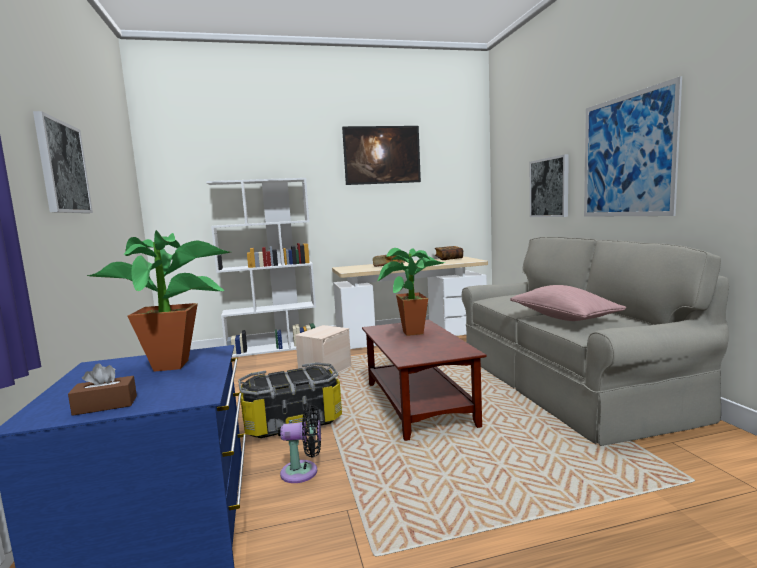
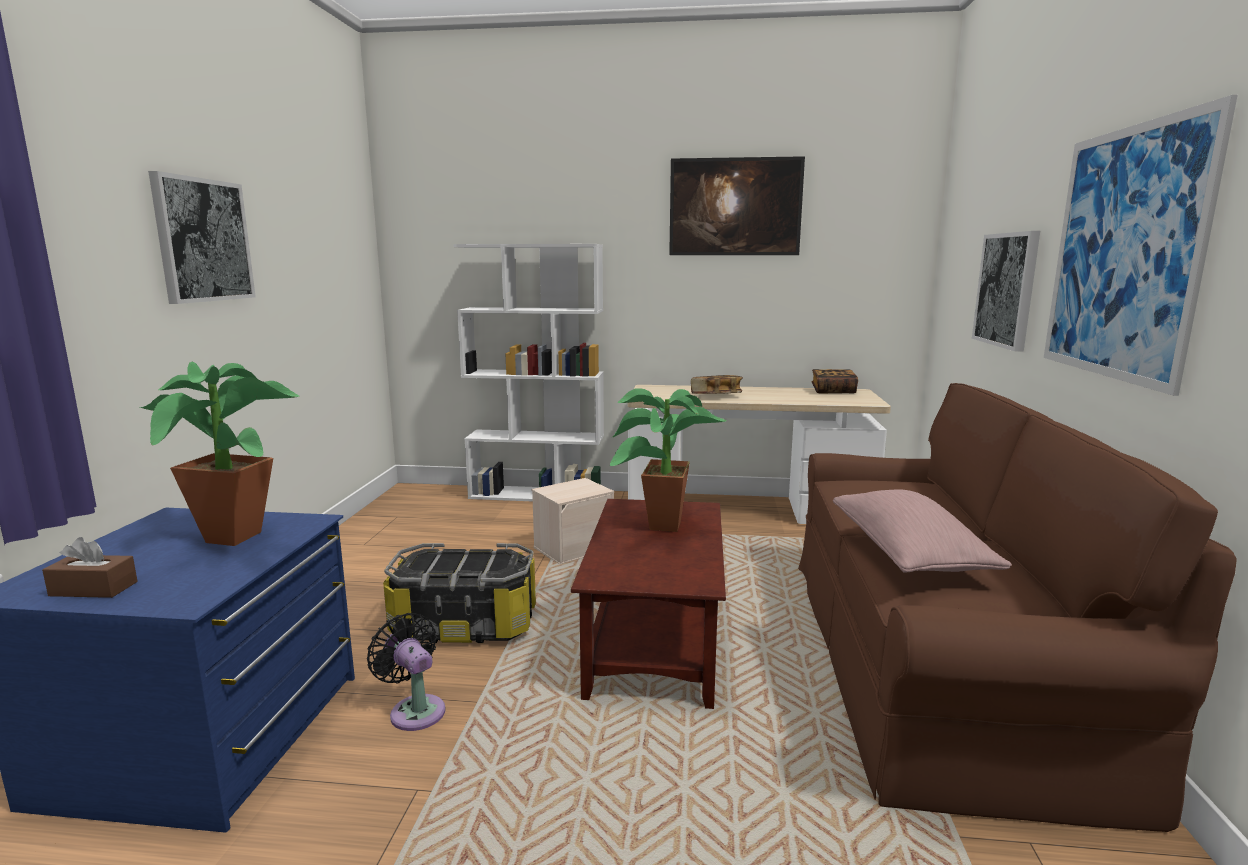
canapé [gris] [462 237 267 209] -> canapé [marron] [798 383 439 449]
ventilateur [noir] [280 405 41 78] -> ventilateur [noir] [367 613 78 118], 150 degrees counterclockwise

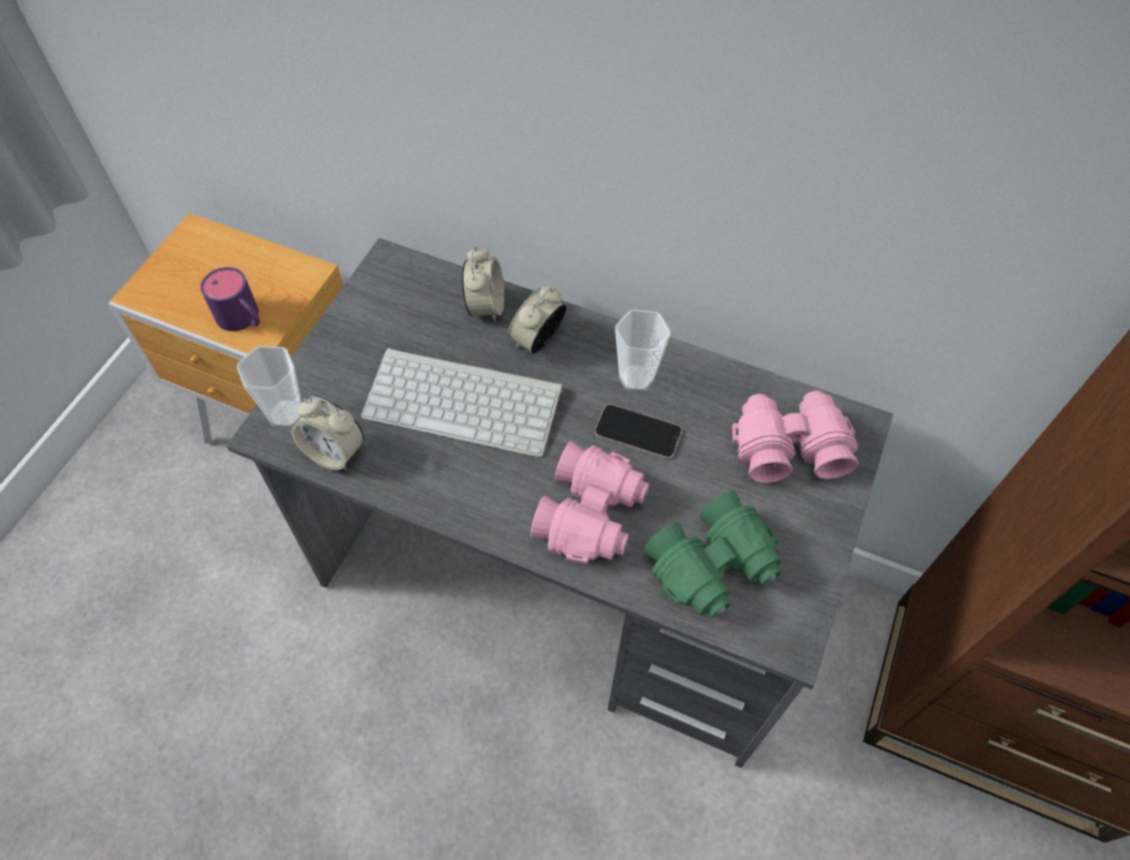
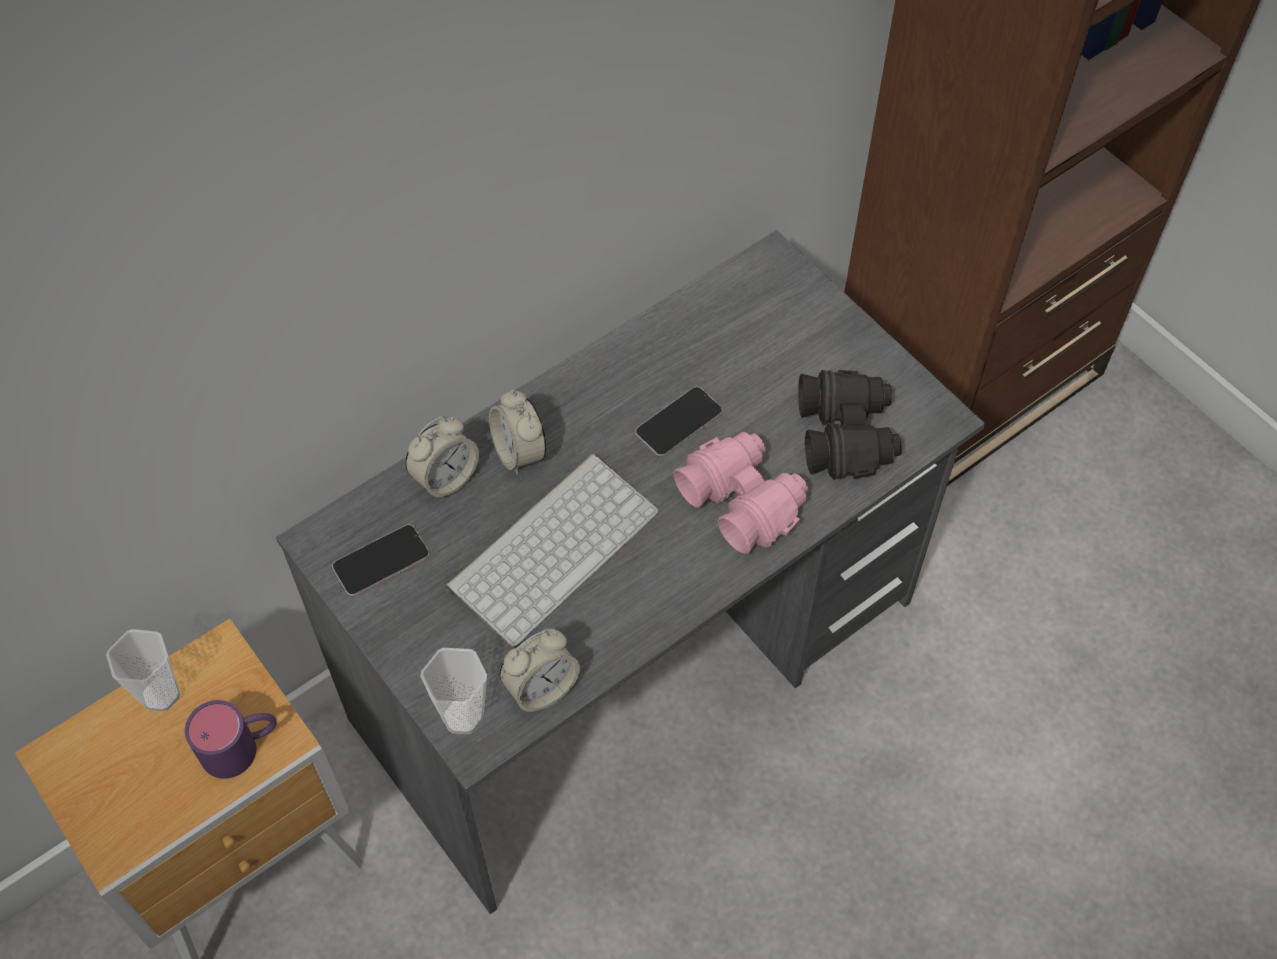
jumelles [rose] [732 391 127 92] -> none
none -> téléphone [332 524 97 72]
tasse [615 309 56 83] -> tasse [106 629 75 83], moved
jumelles [vert] [644 491 138 127] -> jumelles [noir] [798 370 104 110]
réveil [462 246 42 77] -> réveil [405 416 74 84], 105 degrees clockwise

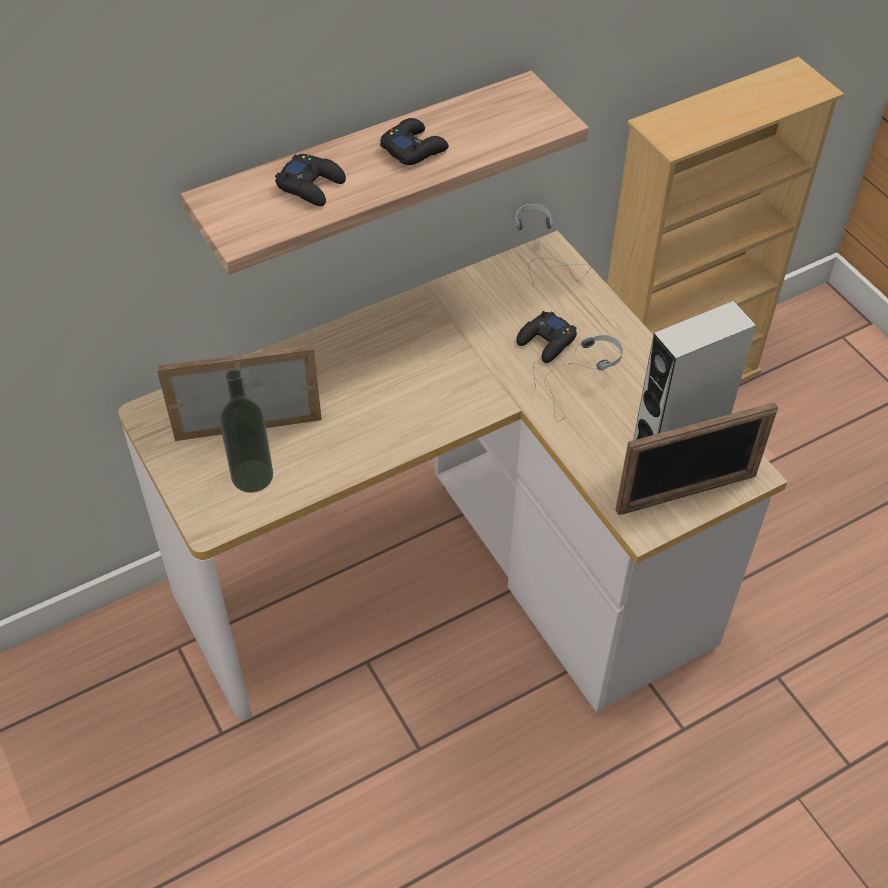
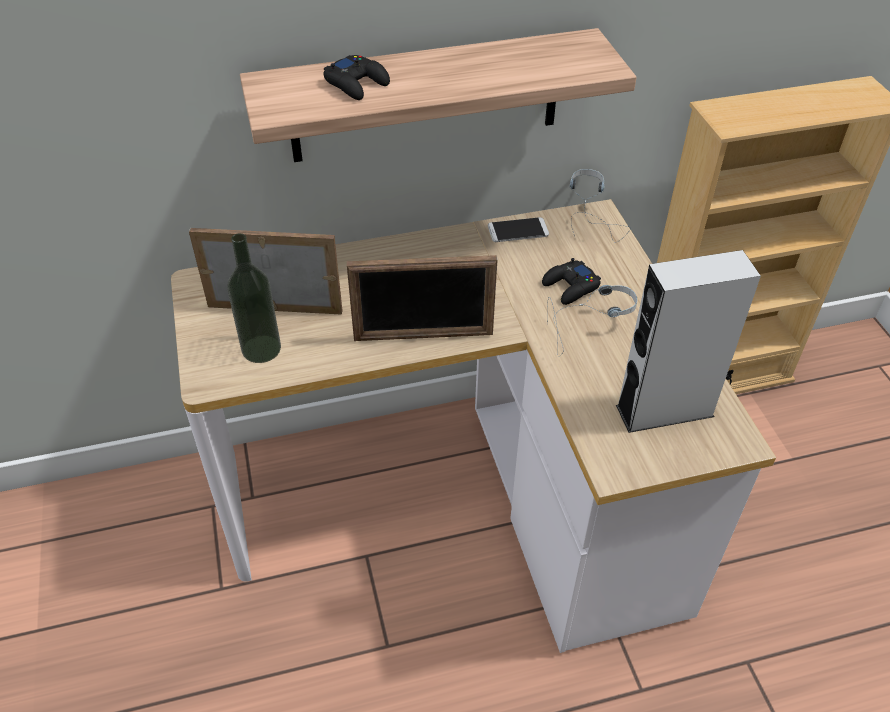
manette [noir] [380 118 69 47] -> none
none -> téléphone [488 217 61 25]
cadre photo [615 402 163 113] -> cadre photo [347 255 151 86], moved

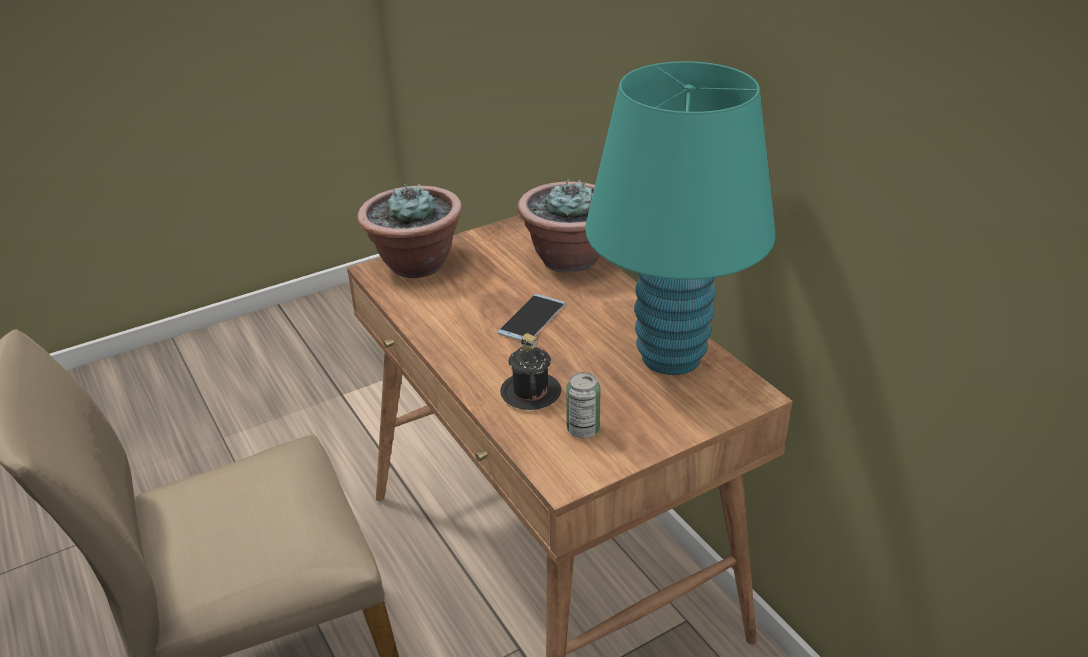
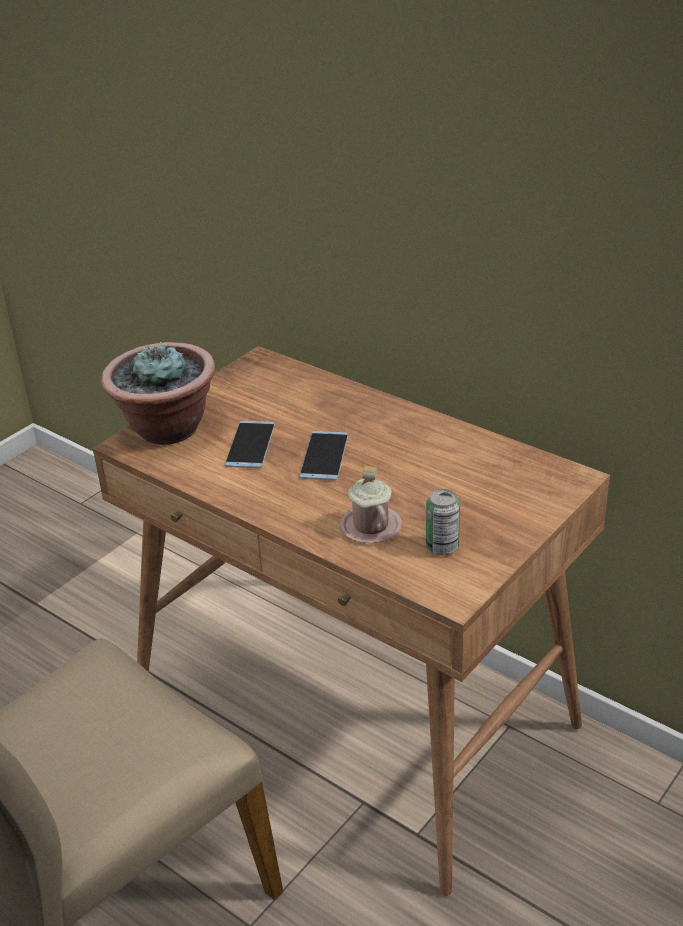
plante en pot [518 179 83 94] -> none
lampe de table [turquoise] [585 61 191 314] -> none
none -> téléphone [225 421 50 47]
mug [noir] [500 333 61 77] -> mug [rose] [339 466 63 77]

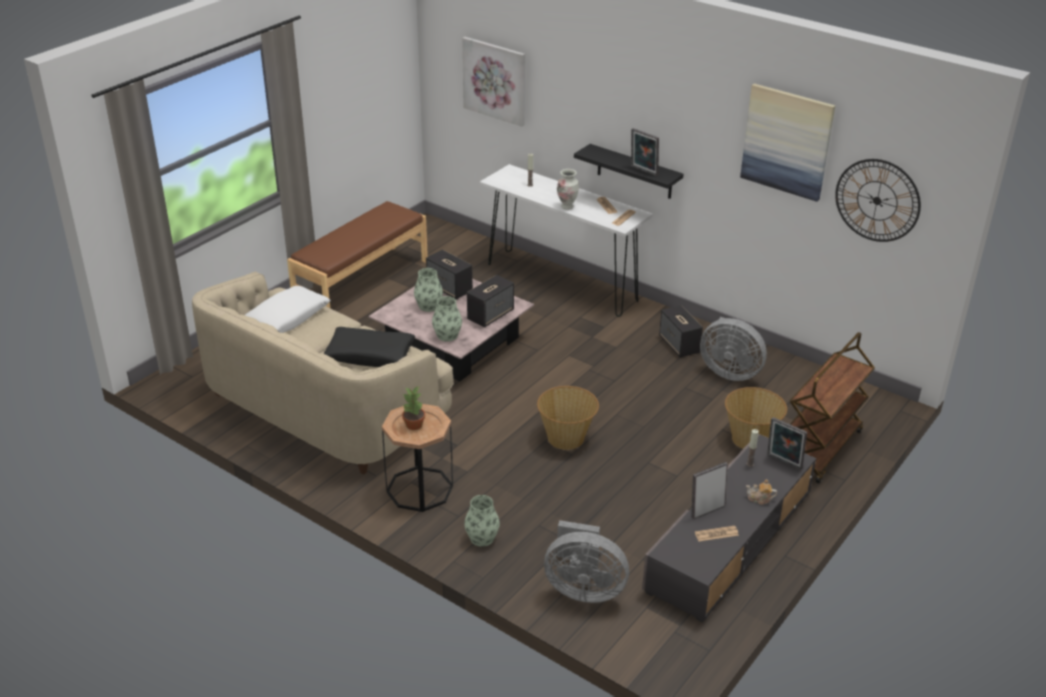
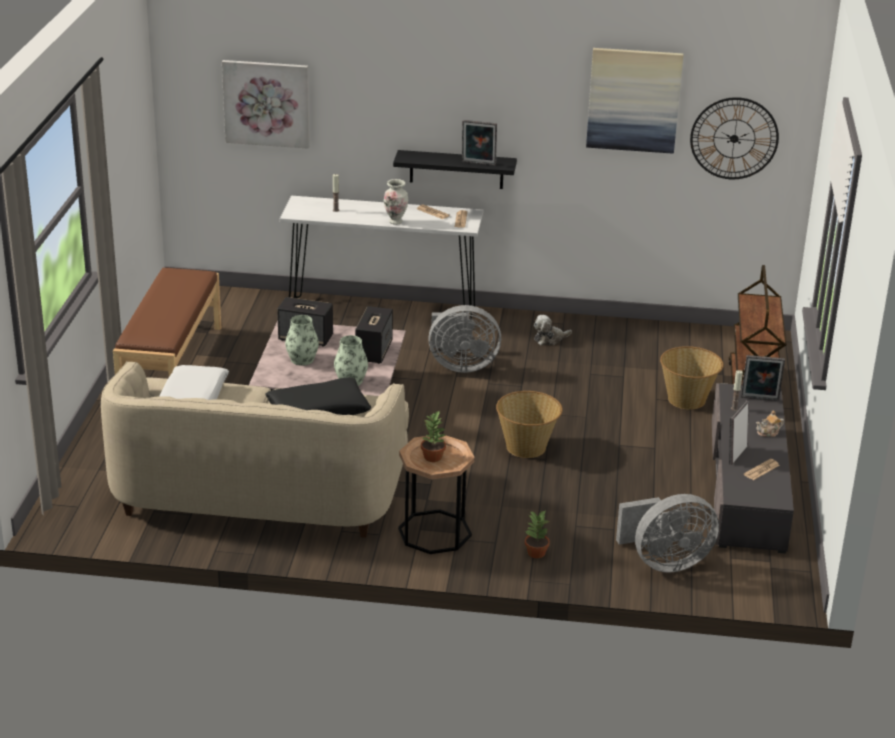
ventilateur [gris] [700 317 67 64] -> ventilateur [gris] [428 305 73 68], moved
vase [464 495 36 52] -> plante en pot [525 511 25 47]
enceinte [659 305 44 53] -> peluche [534 315 38 30]

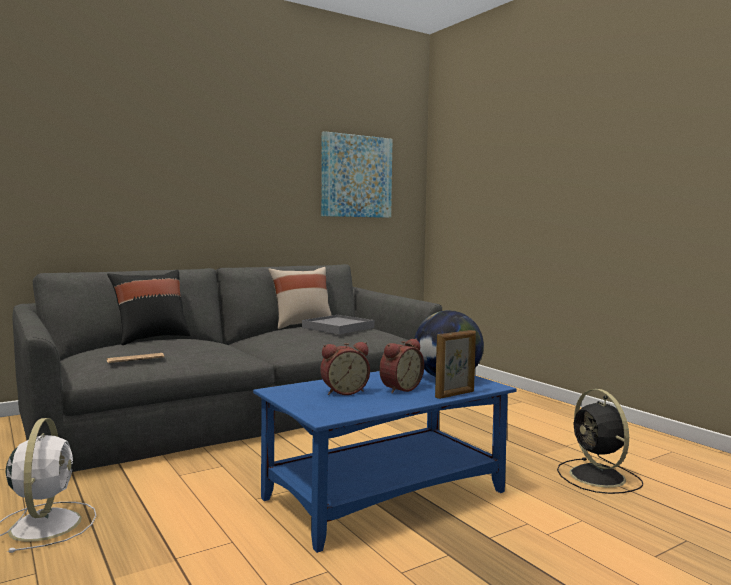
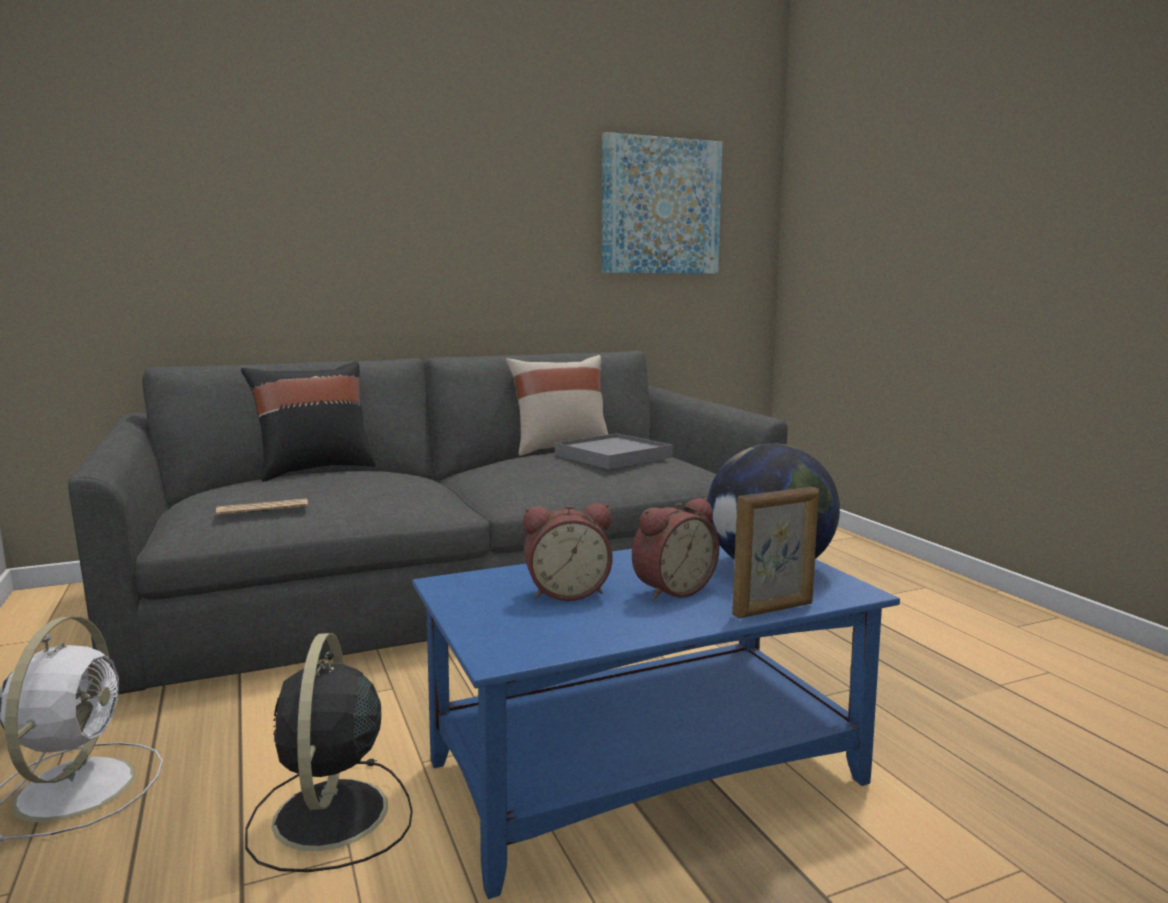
ventilateur [noir] [557 389 86 105] -> ventilateur [noir] [245 633 168 239], moved

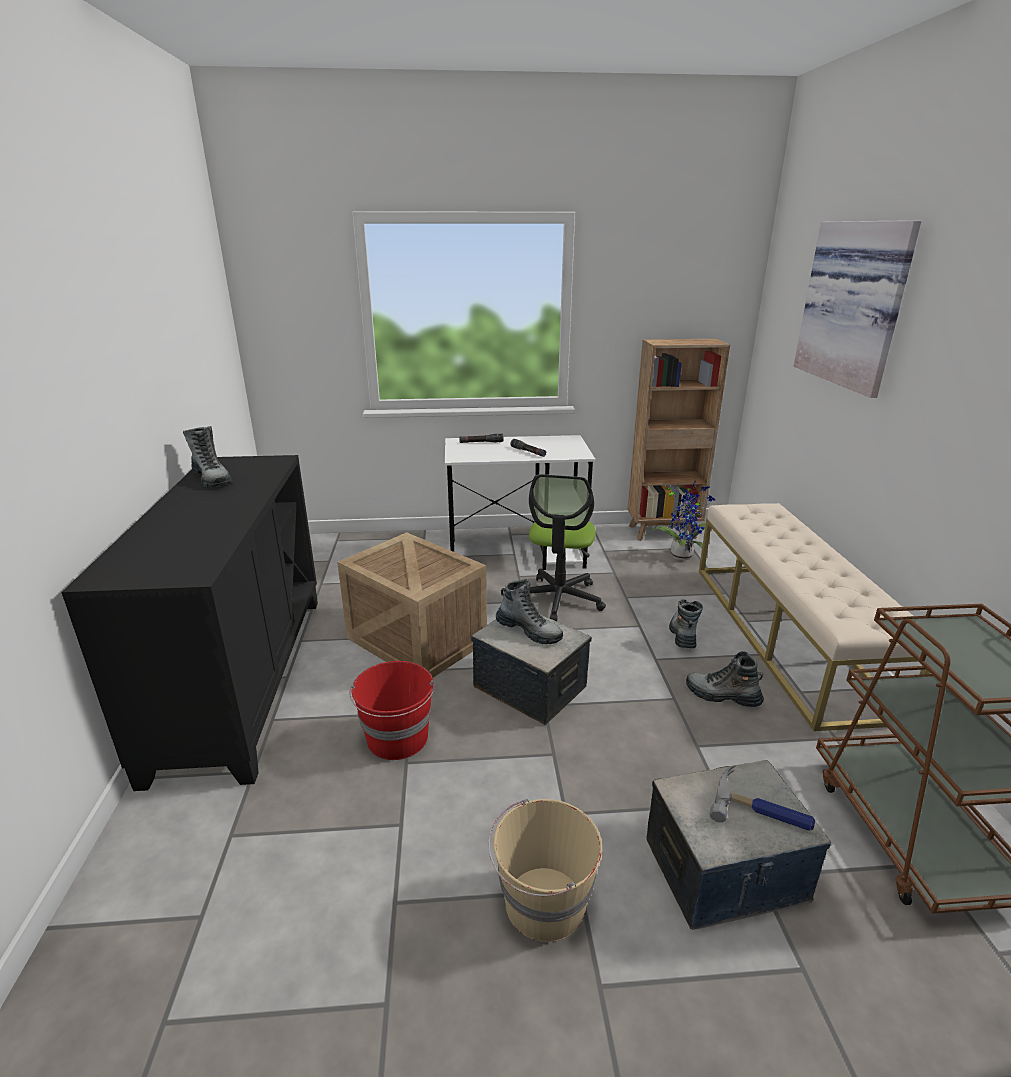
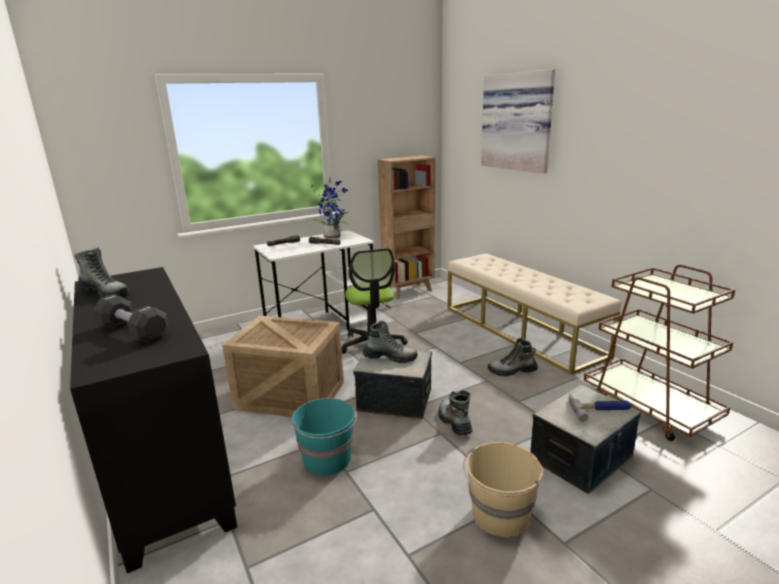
none -> haltère [noir] [93 294 76 49]
plante en pot [651 481 64 79] -> plante en pot [307 178 43 61], moved
botte [669 599 34 49] -> botte [438 390 34 45], moved
seau [rouge] [349 661 85 99] -> seau [turquoise] [291 398 66 78]

